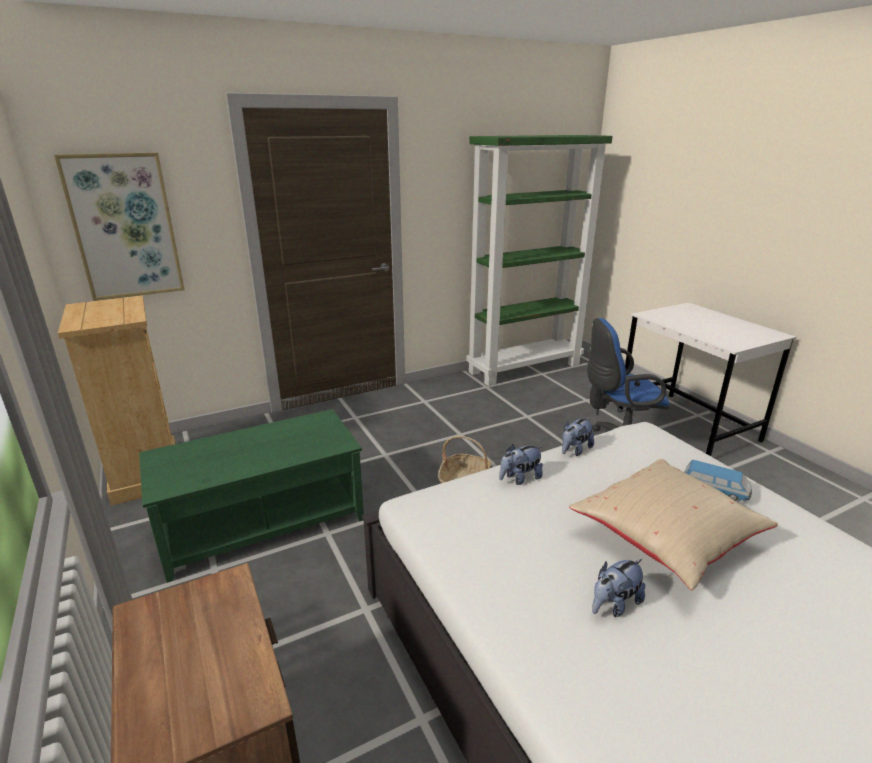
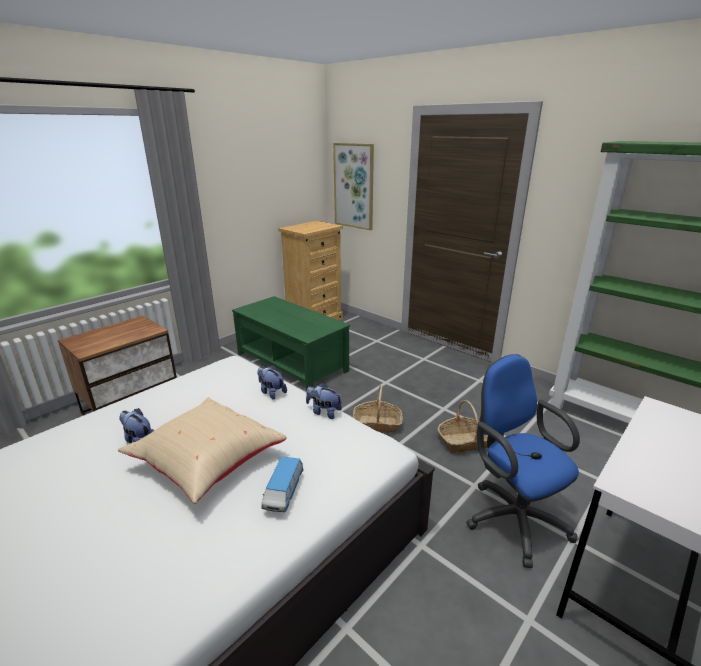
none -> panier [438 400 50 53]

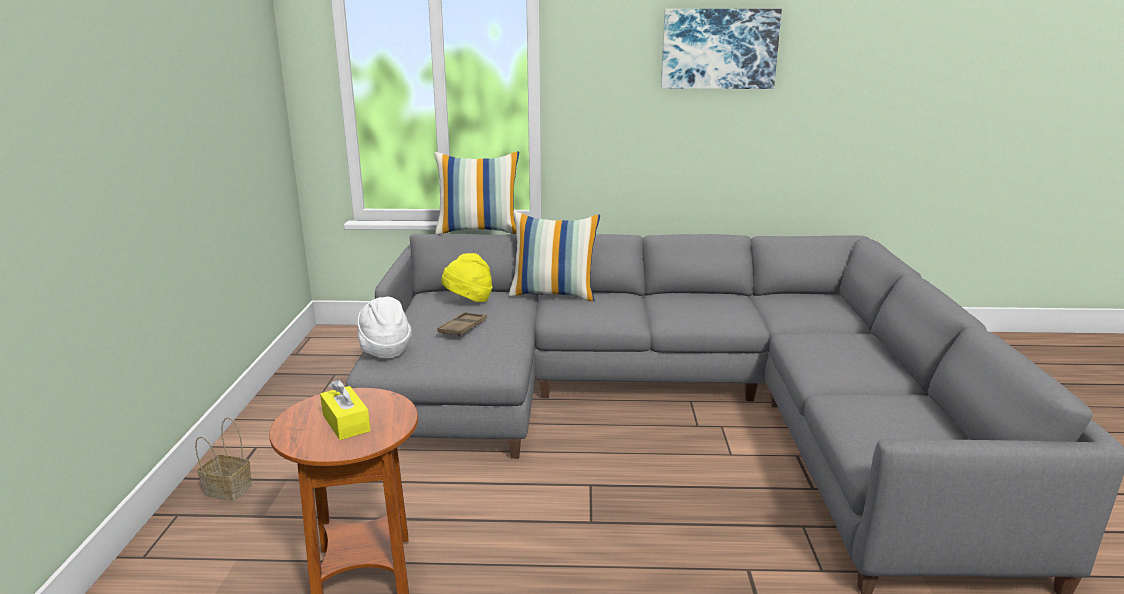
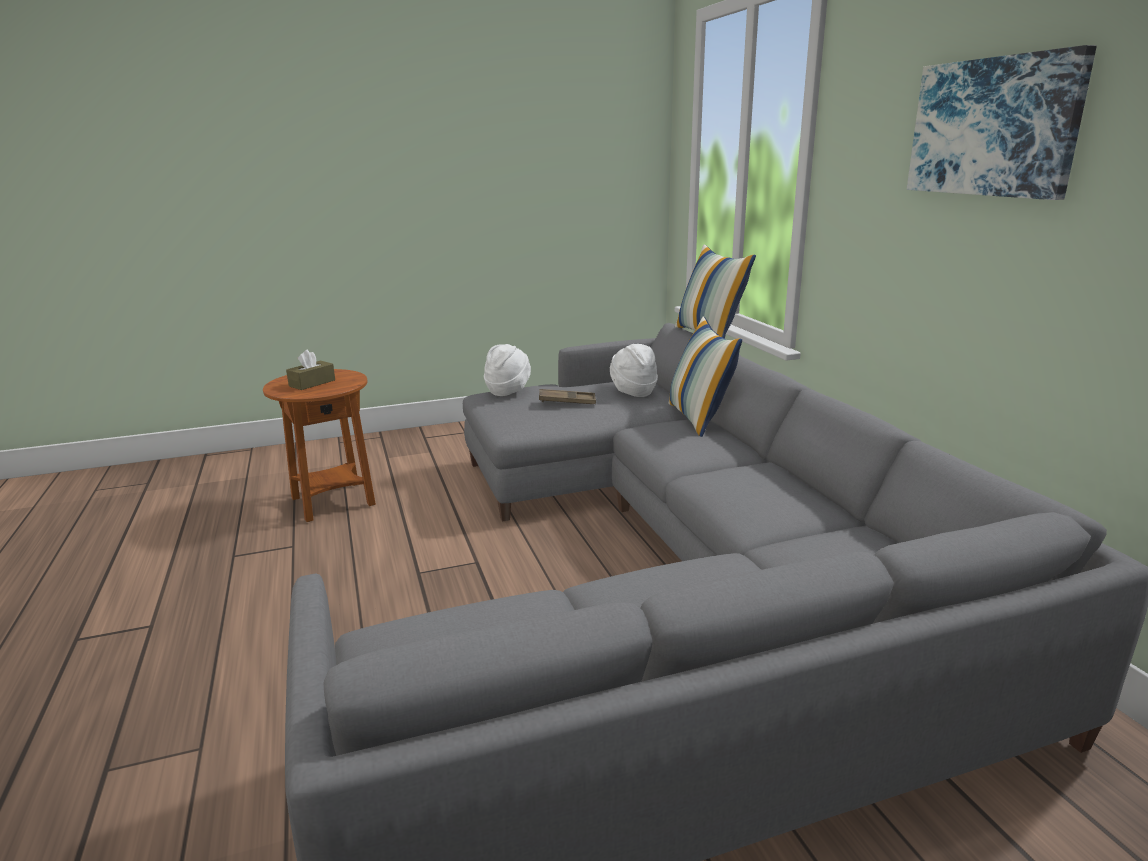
panier [195 417 57 84] -> none
boîte à mouchoirs [jaune] [320 379 51 61] -> boîte à mouchoirs [marron] [286 350 49 40]
chapeau [jaune] [441 253 51 49] -> chapeau [blanc] [610 344 48 53]

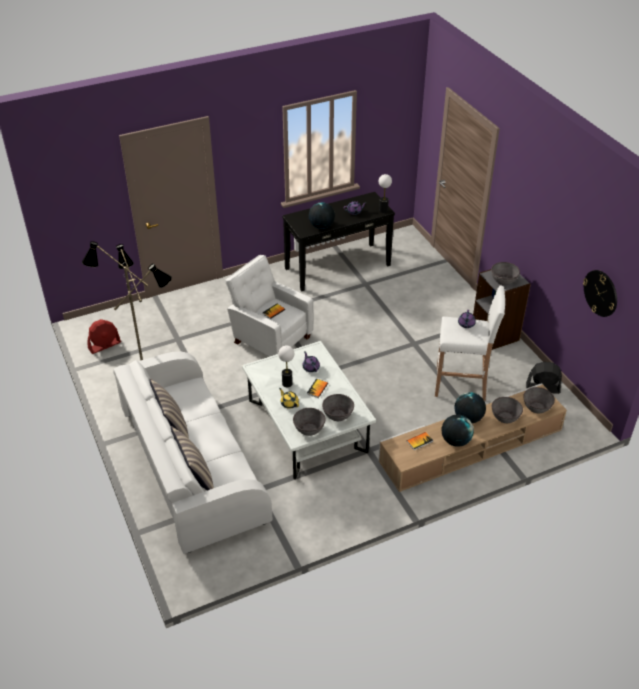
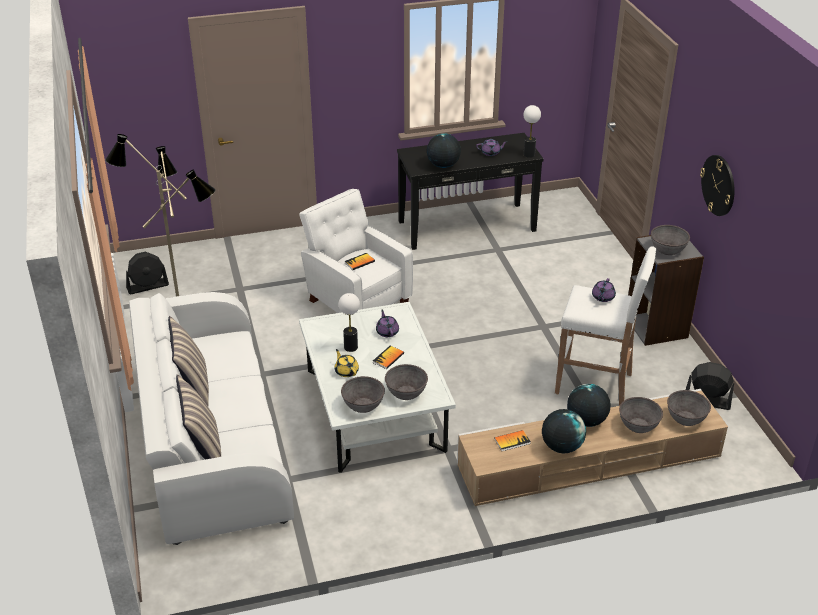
horloge murale [583 270 34 47] -> horloge murale [700 155 35 61], moved
ventilateur [rouge] [88 319 33 35] -> ventilateur [noir] [126 251 43 43]

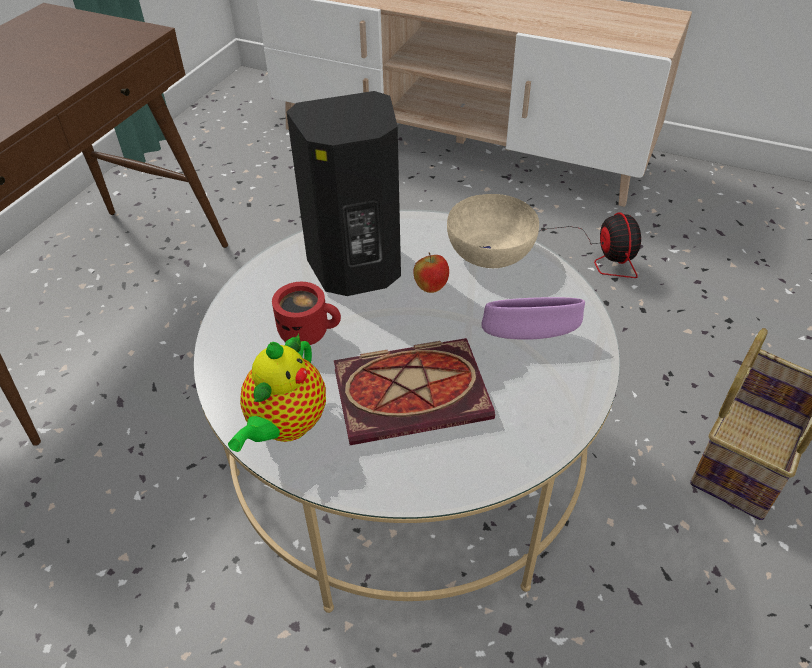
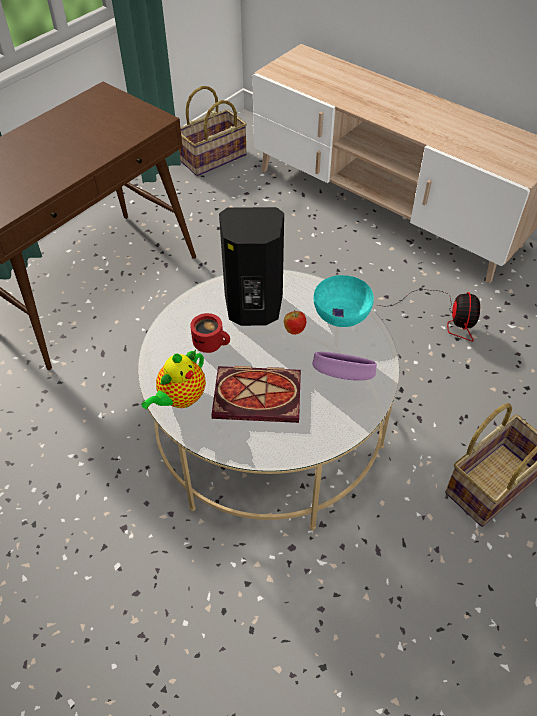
none -> panier [179 86 68 90]
bol [beige] [447 194 92 74] -> bol [turquoise] [314 275 60 52]

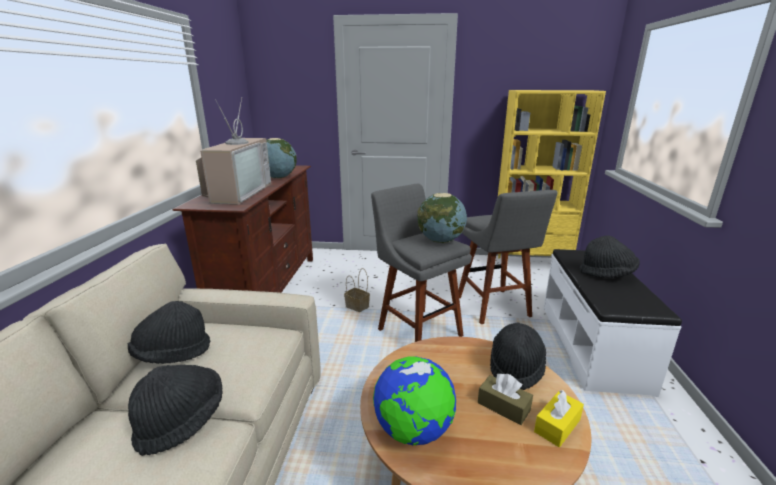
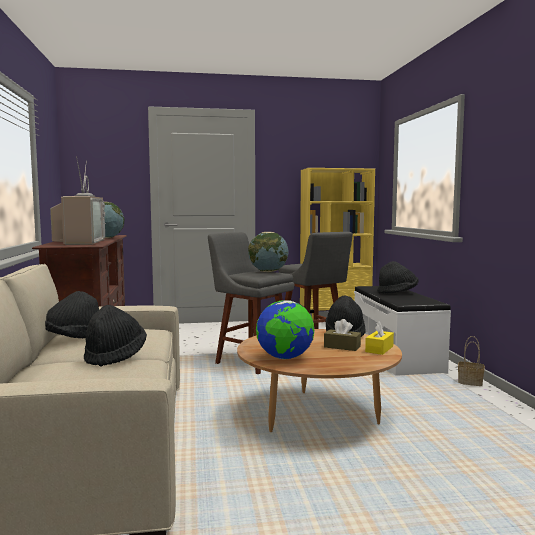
panier [344 268 26 44] -> panier [458 336 27 50], moved

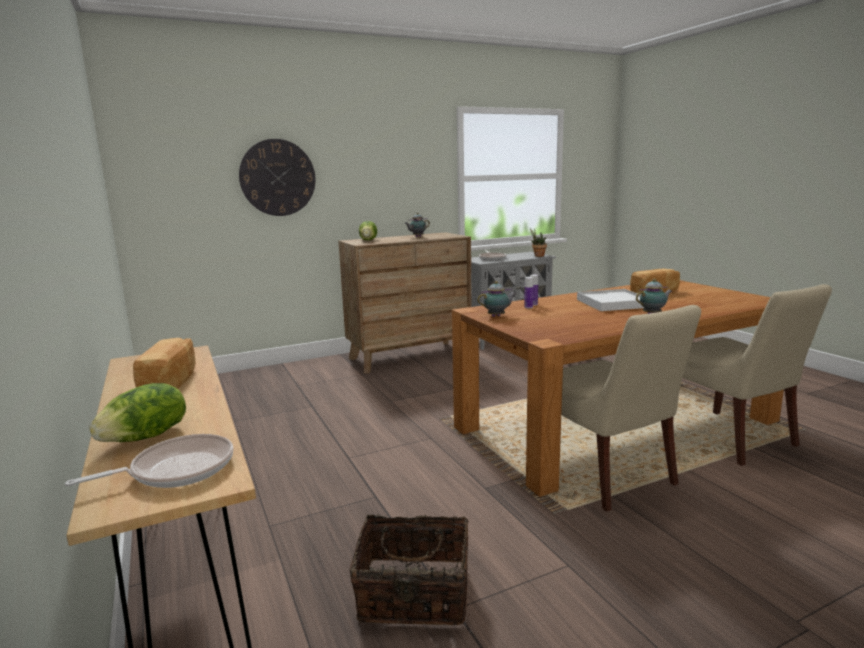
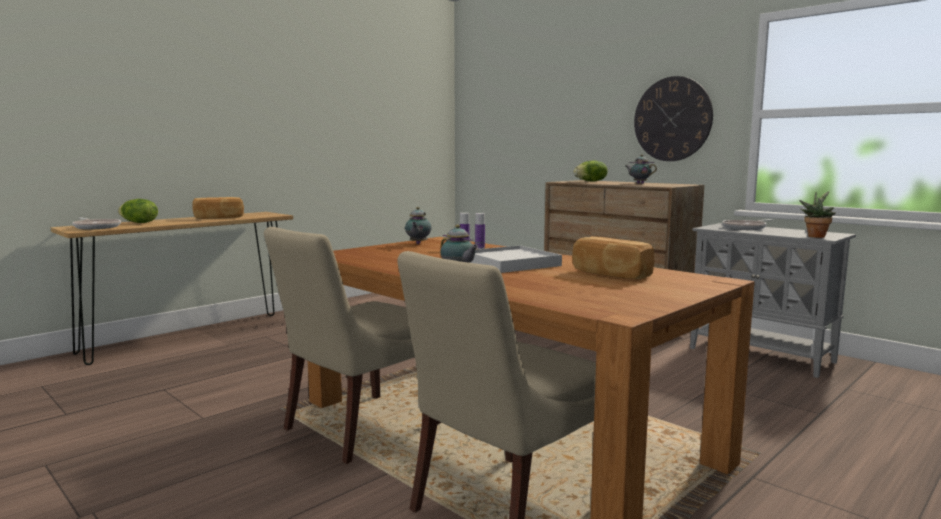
panier [349 514 119 111] -> none
horloge murale [239 139 76 77] -> horloge murale [634 76 79 85], moved
théière [477 281 39 36] -> théière [405 207 27 37], 45 degrees clockwise

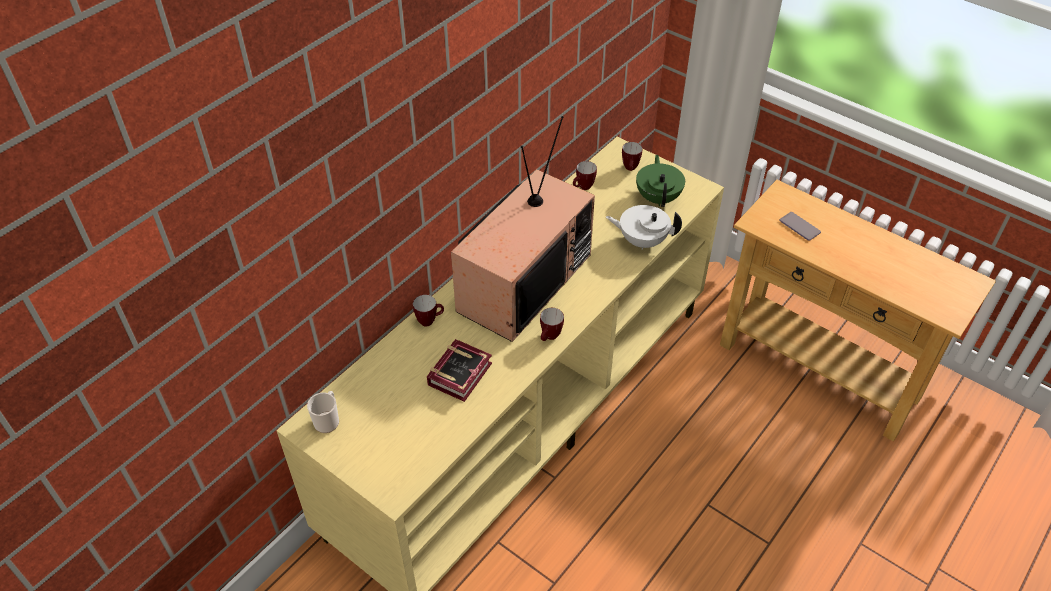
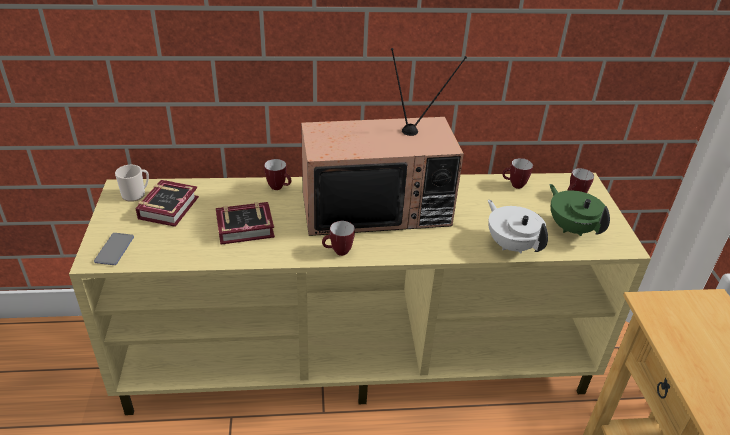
none -> livre [135 180 64 47]
téléphone [780 212 41 29] -> téléphone [94 233 40 32], moved
théière [vert] [636 155 49 52] -> théière [vert] [549 184 61 52], 75 degrees counterclockwise

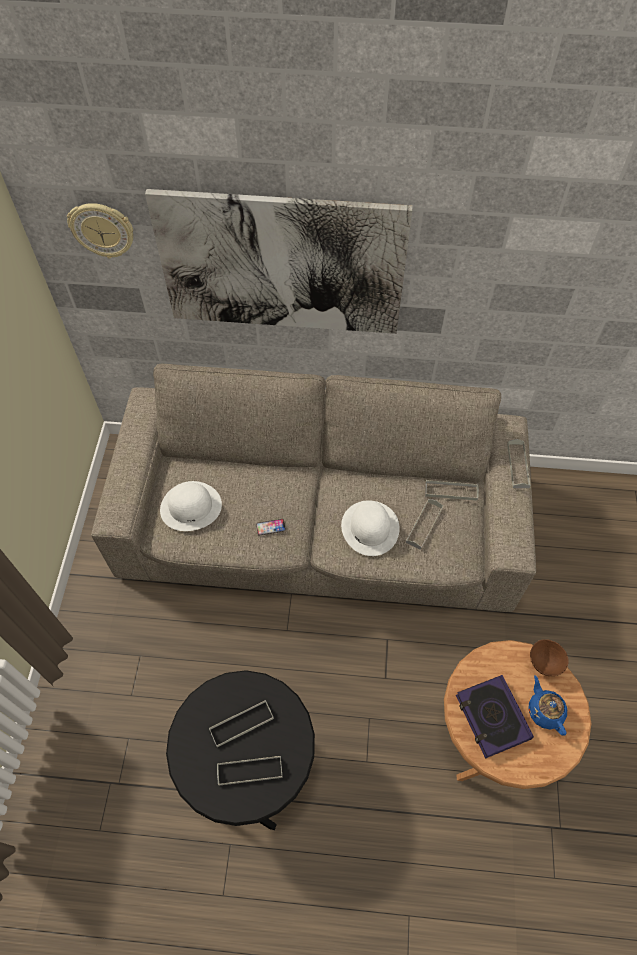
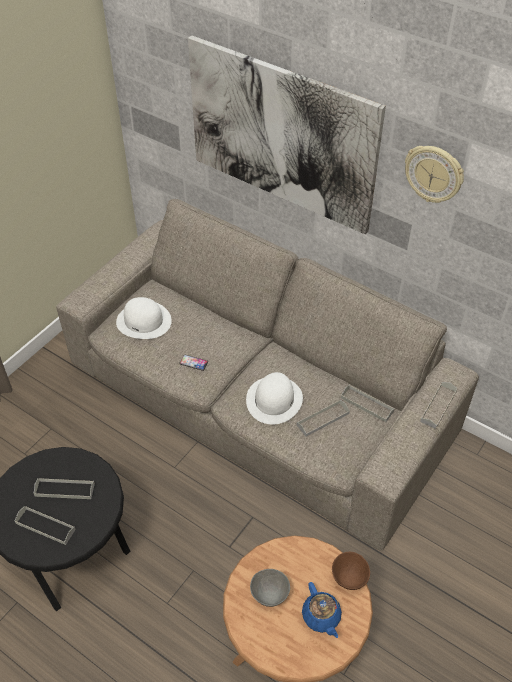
horloge murale [67 203 66 55] -> horloge murale [405 146 59 57], moved
livre [456 675 78 84] -> bol [gris] [250 569 40 38]
théière [bleu] [528 675 39 61] -> théière [bleu] [302 582 40 56], 150 degrees clockwise

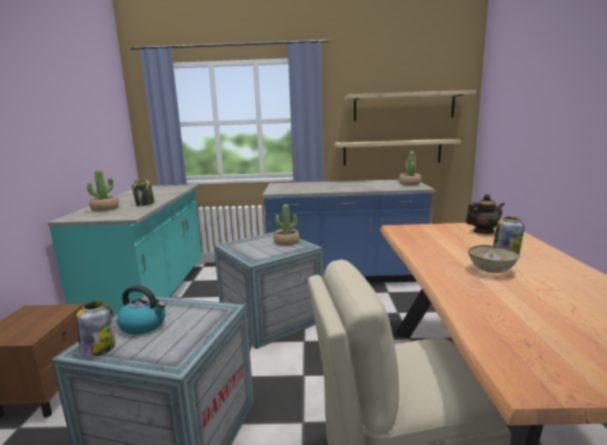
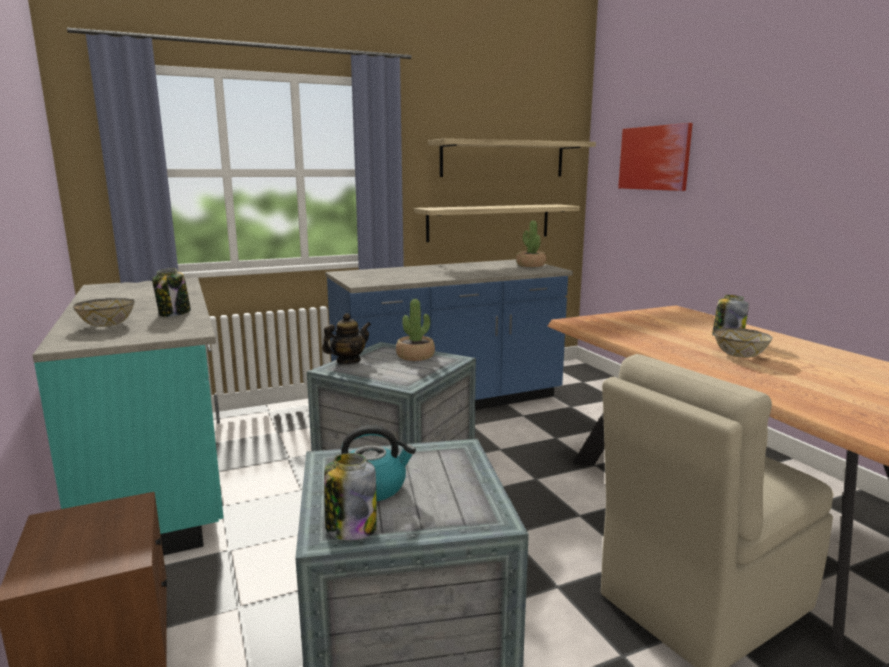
none -> tableau [618 123 75 68]
théière [465 194 40 40] -> théière [322 313 49 51], moved
plante en pot [87 169 32 42] -> bol [73 298 62 29]

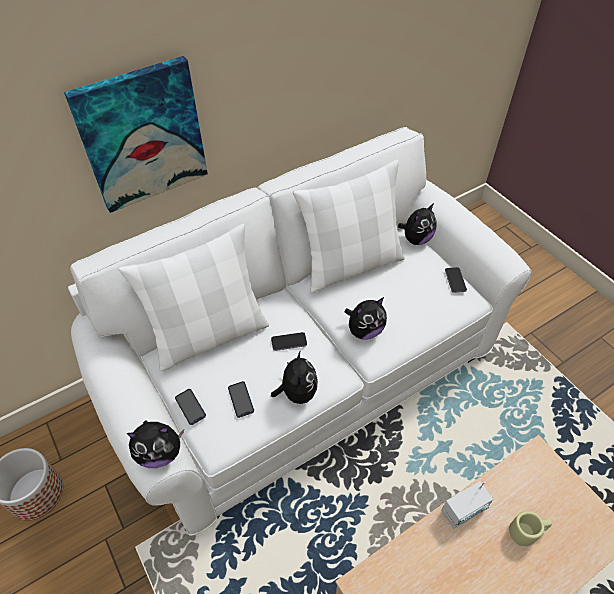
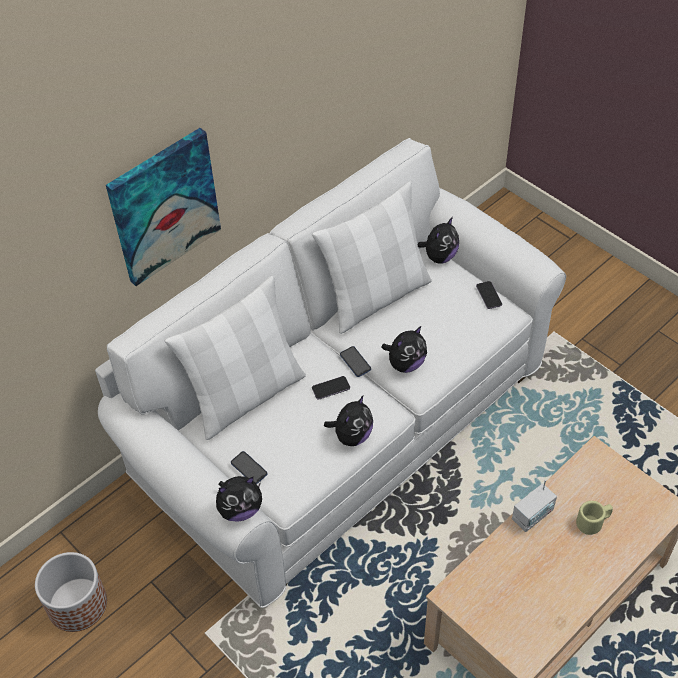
téléphone [228 381 26 37] -> téléphone [340 346 31 31], moved
peluche [271 350 47 54] -> peluche [324 396 49 50], 45 degrees clockwise

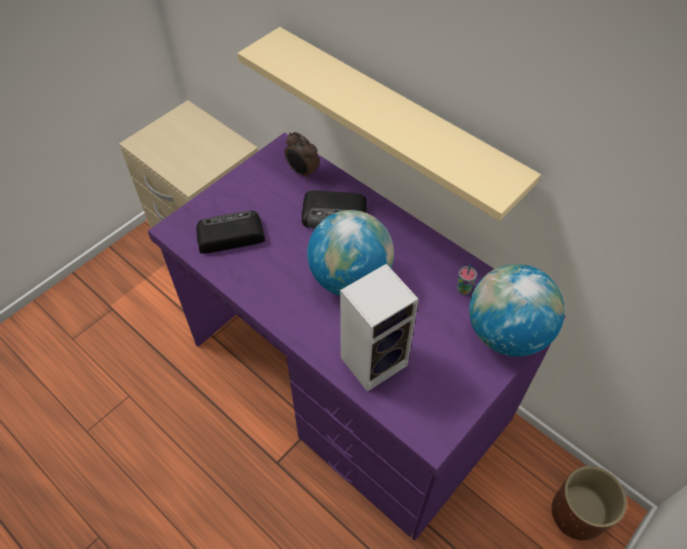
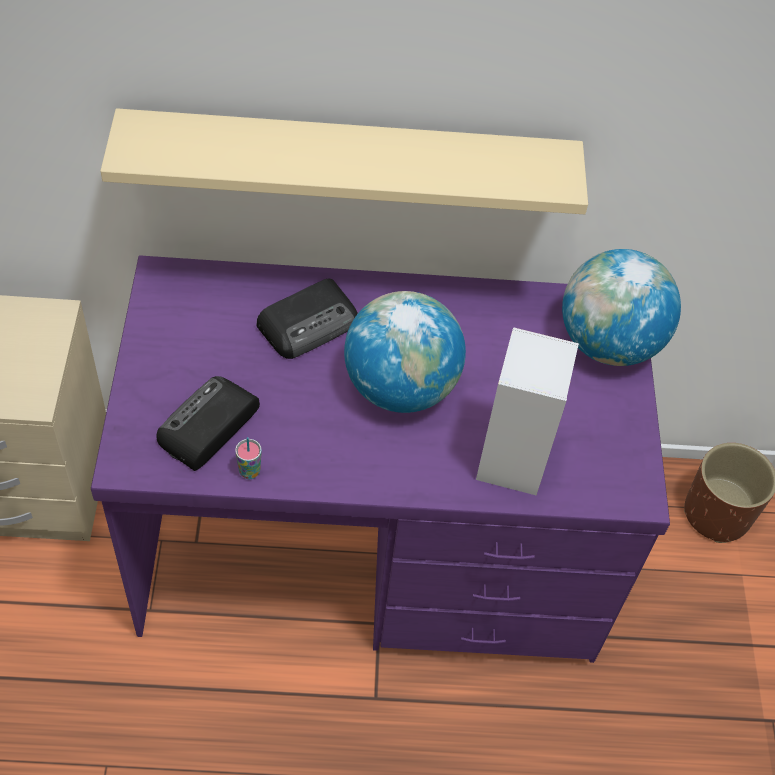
réveil [285 132 35 48] -> none
tasse [457 264 20 31] -> tasse [235 437 27 42], moved

